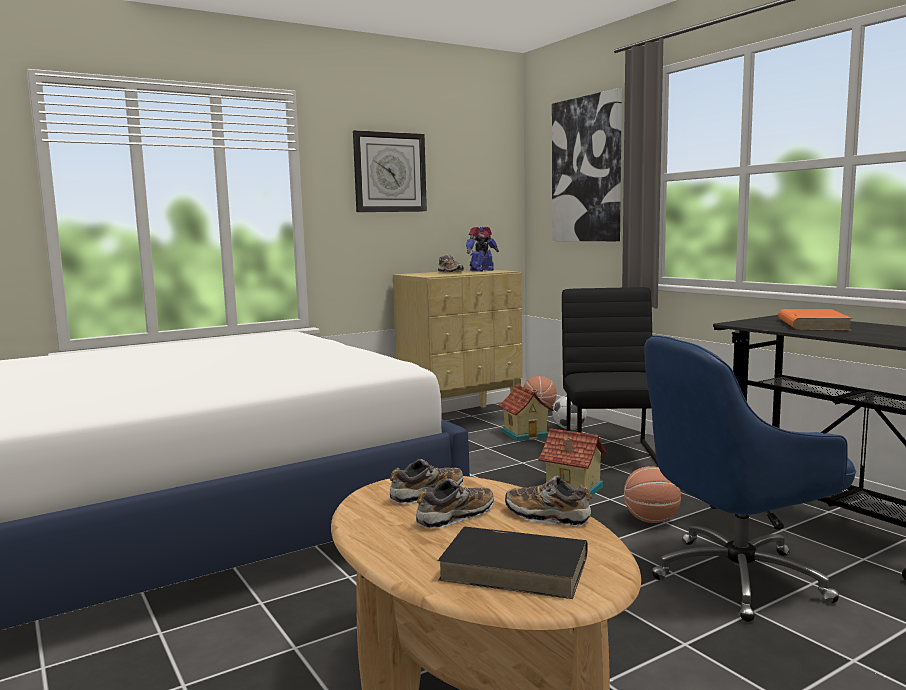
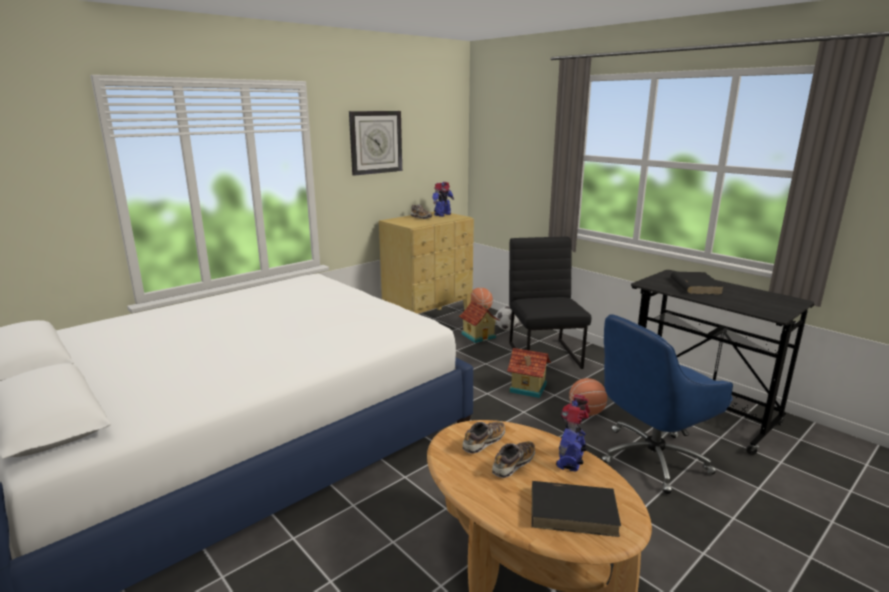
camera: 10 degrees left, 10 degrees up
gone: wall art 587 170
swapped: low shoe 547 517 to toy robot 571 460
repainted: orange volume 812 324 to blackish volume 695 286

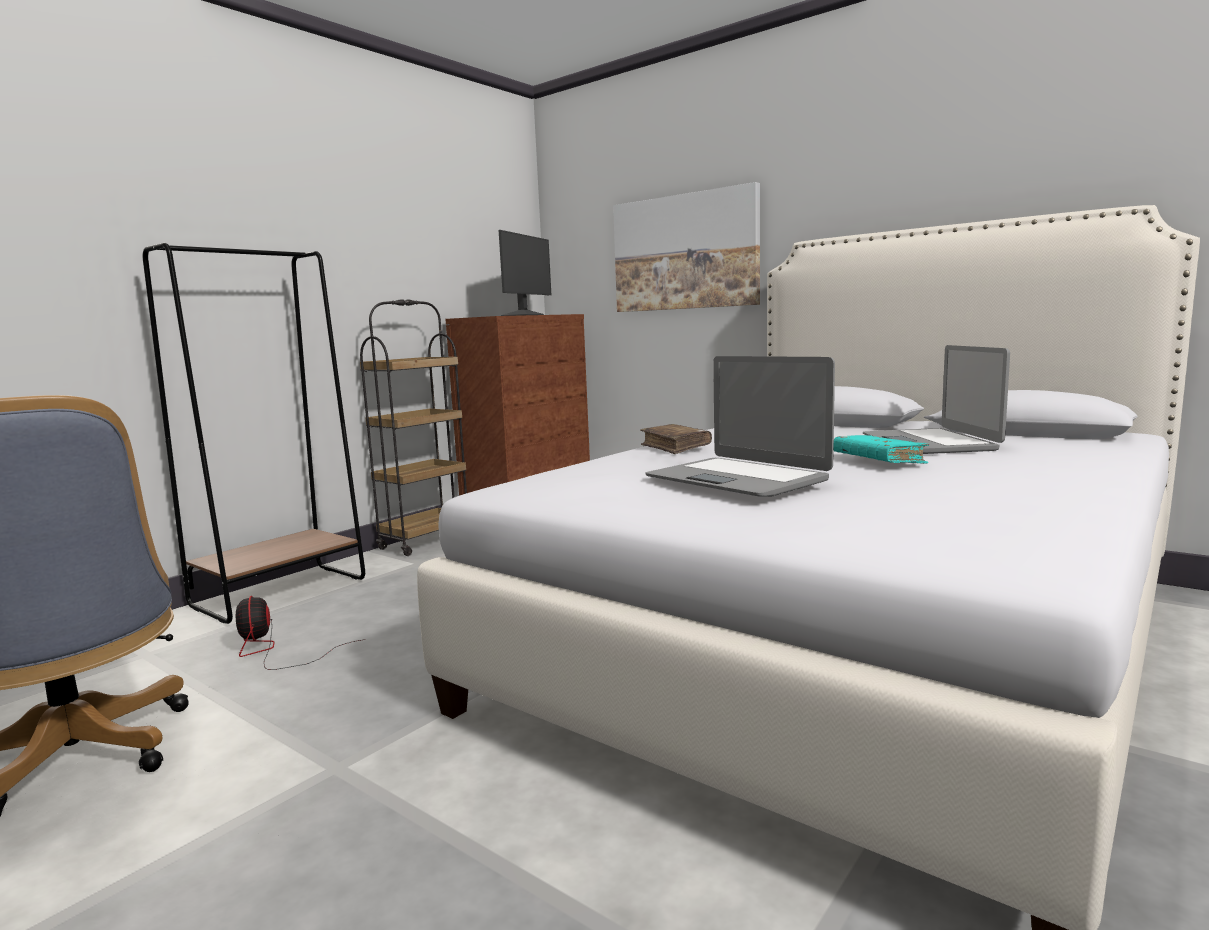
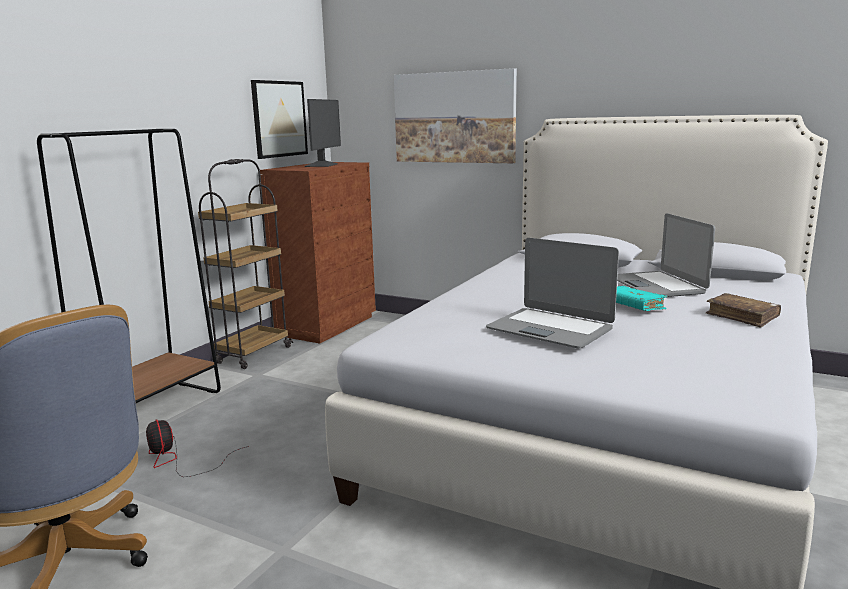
camera: 10 degrees left, 5 degrees up
new: wall art 279 119
shifted: brown-coloured volume 675 447 to 742 317

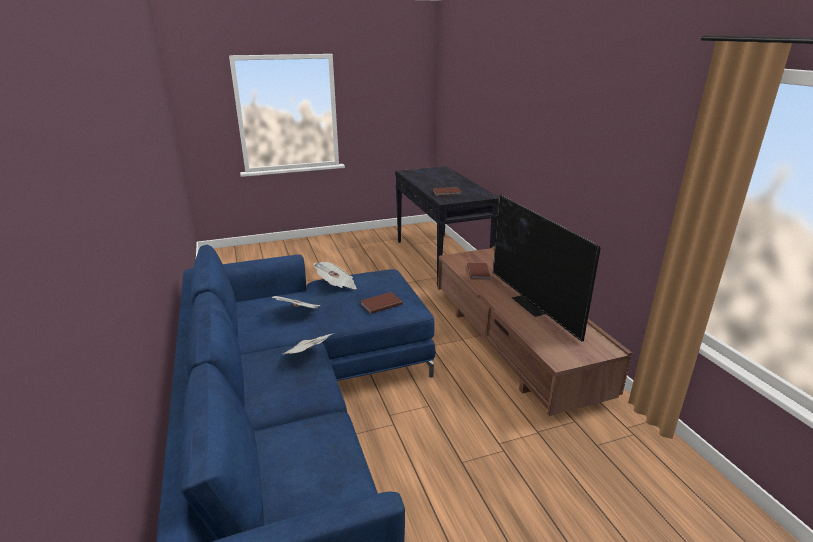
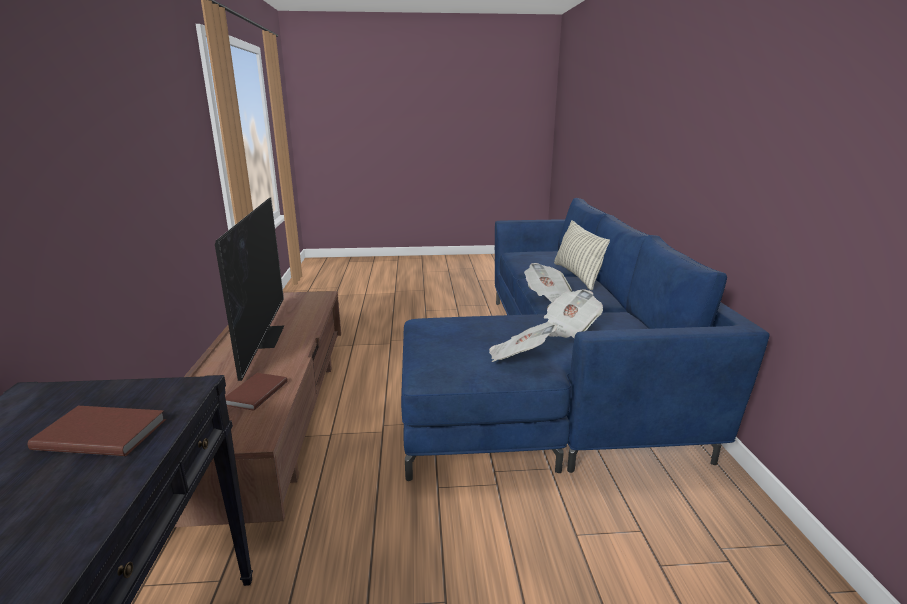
camera: 165 degrees left, 5 degrees down
gone: brown-coloured volume 380 304
new: throw pillow 577 275

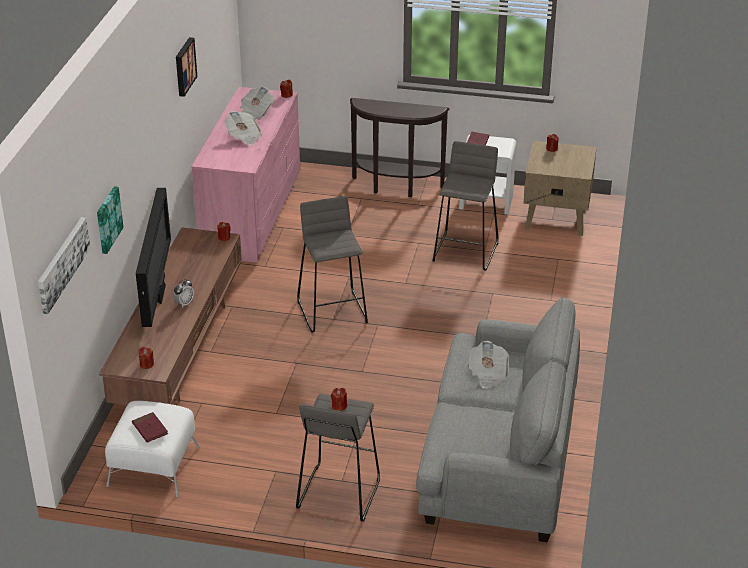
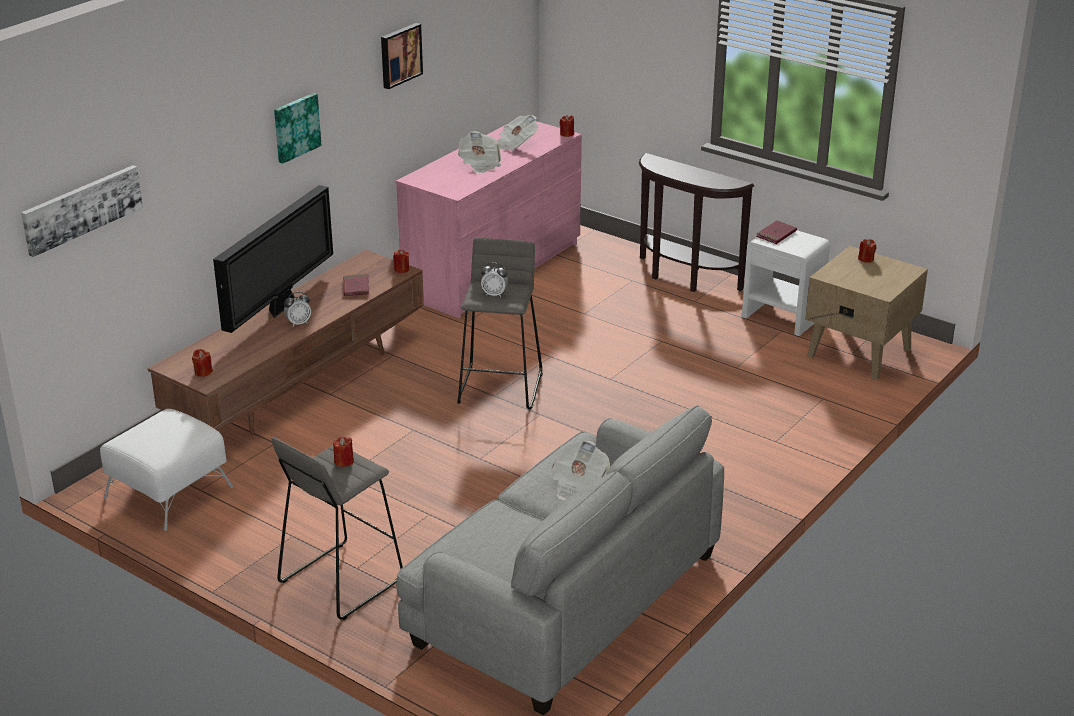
camera: 25 degrees right, 5 degrees down
gone: gray sitting stool 465 252
new: alarm clock 494 294
shifted: wall art 107 219 to 295 127; red volume 150 429 to 356 287

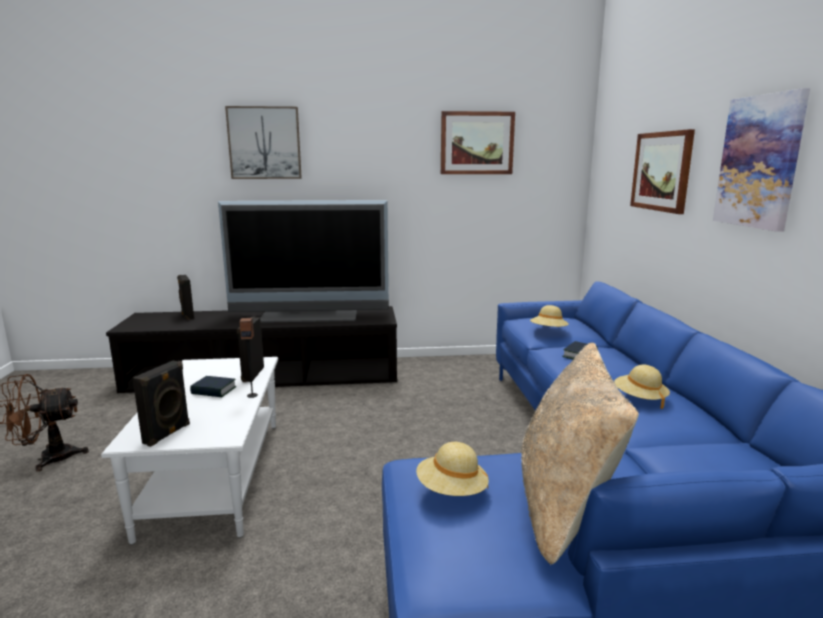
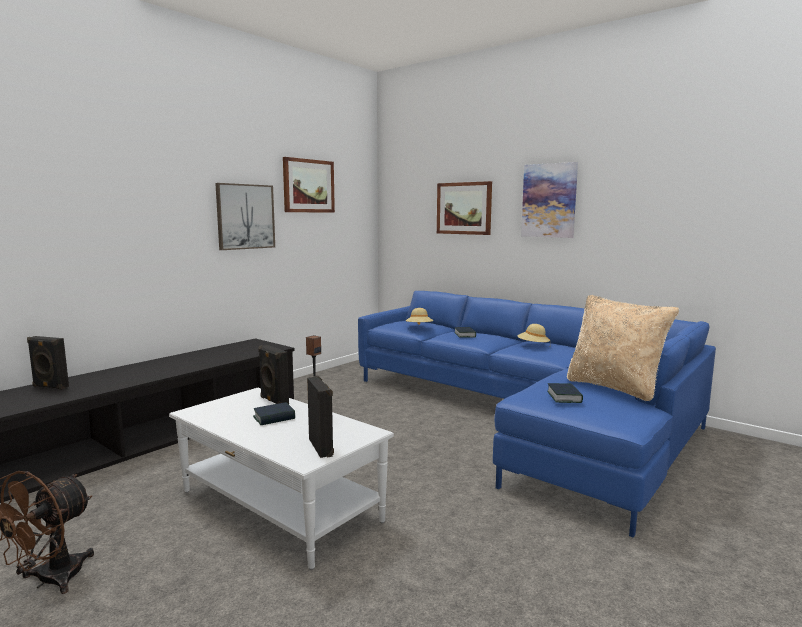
camera: 45 degrees left, 5 degrees down
gone: TV set 309 316
shifted: wall art 264 143 to 245 216
swapped: beige clothing hat 451 491 to volume 564 397

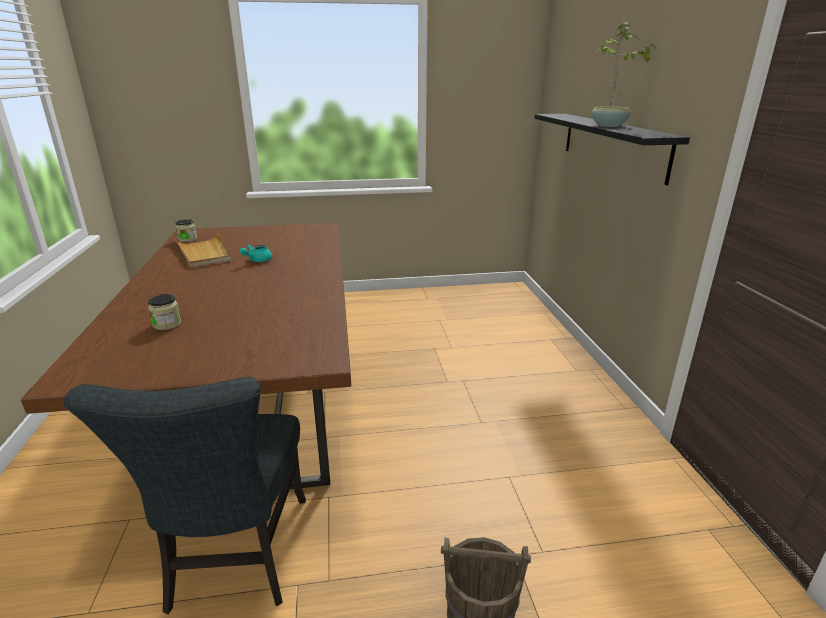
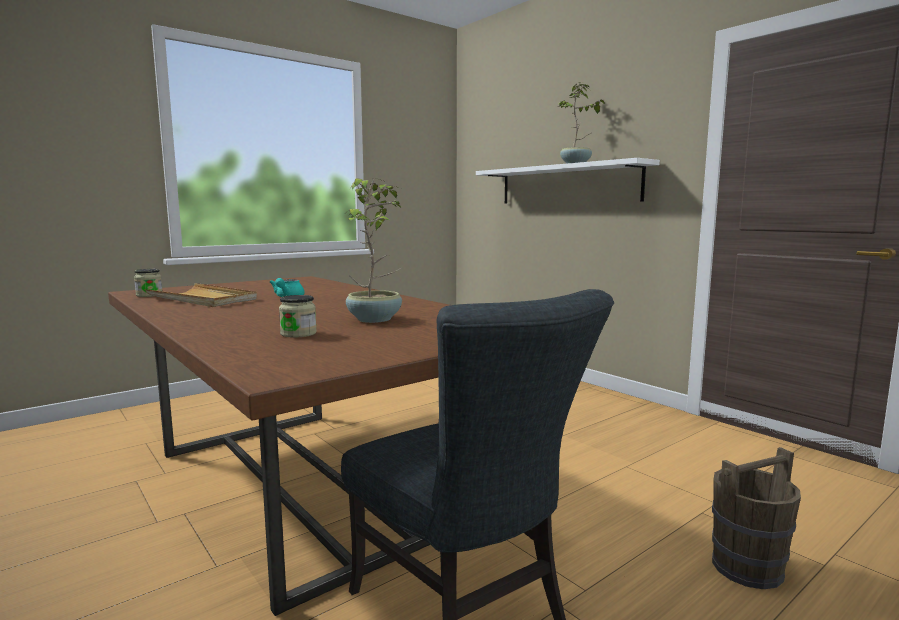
camera: 30 degrees left, 15 degrees down
new: houseplant 376 319
repainted: blackish wall shelf 612 144 to white-coloured wall shelf 566 184

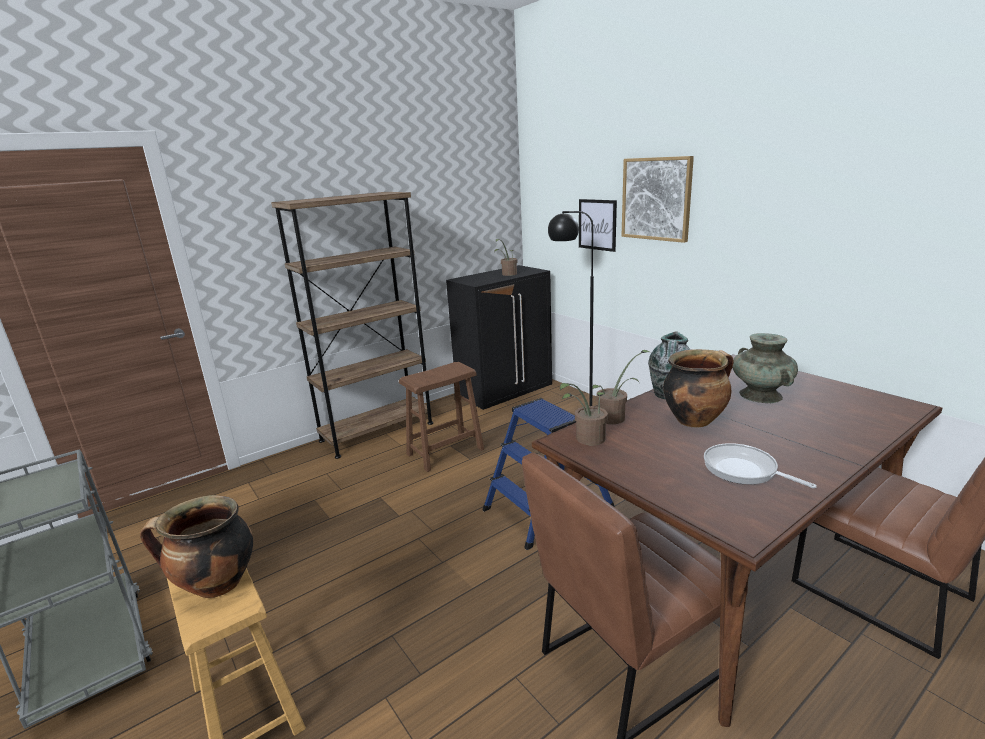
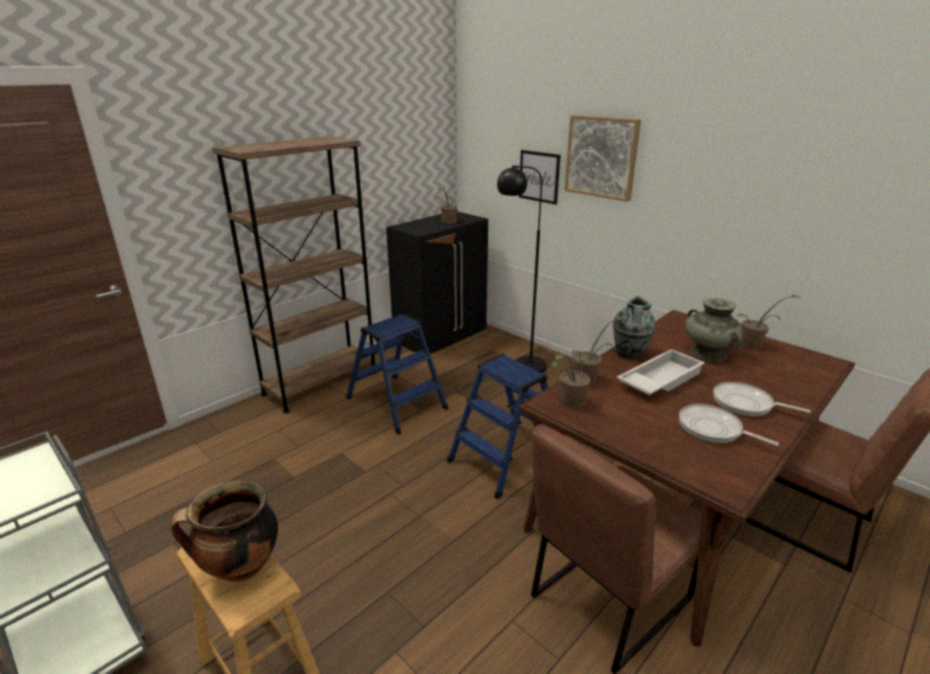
camera: 10 degrees left, 5 degrees up
new: frying pan 746 404; houseplant 754 345
swapped: brown-coloured sitting stool 445 452 to bluish step stool 396 402; stockpot 694 420 to white-coloured carrying tray 659 379

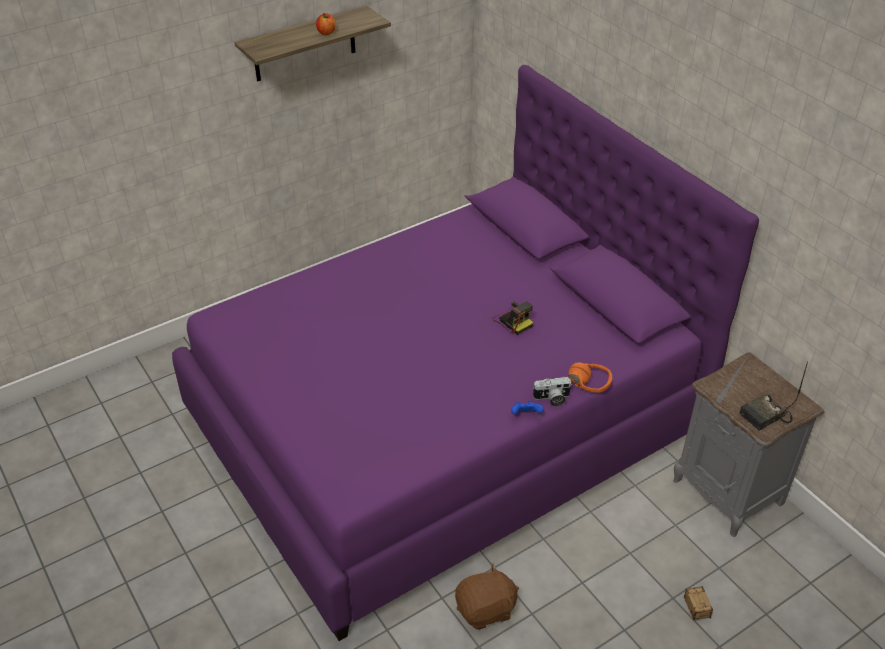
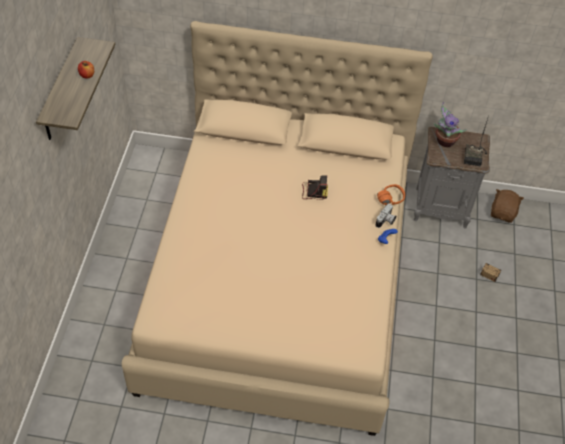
camera: 50 degrees left, 10 degrees up
new: houseplant 444 141
shifted: brown-coloured cuddly toy 486 610 to 503 213
repainted: purplish sleeping bed 443 424 to beige sleeping bed 279 280

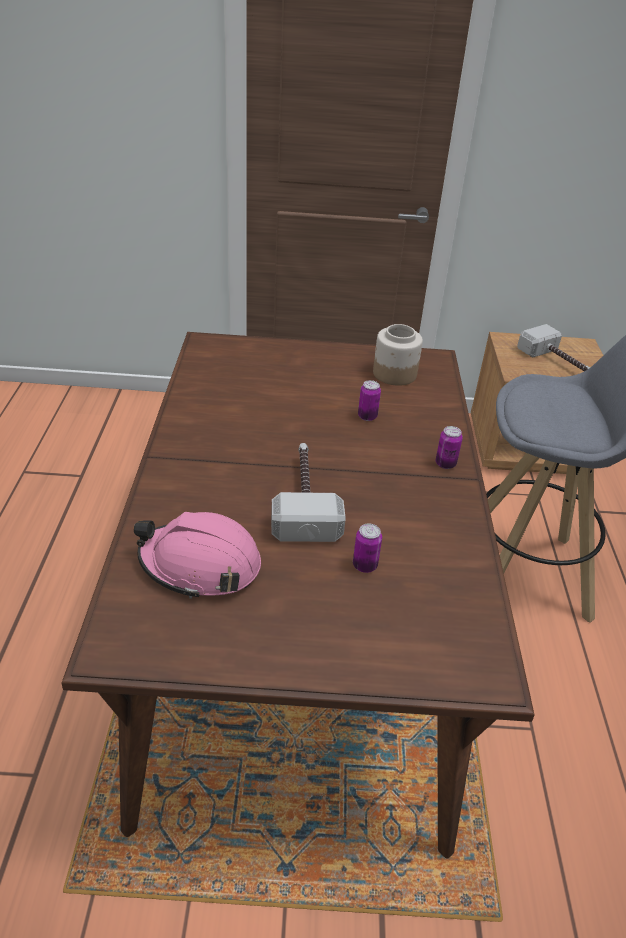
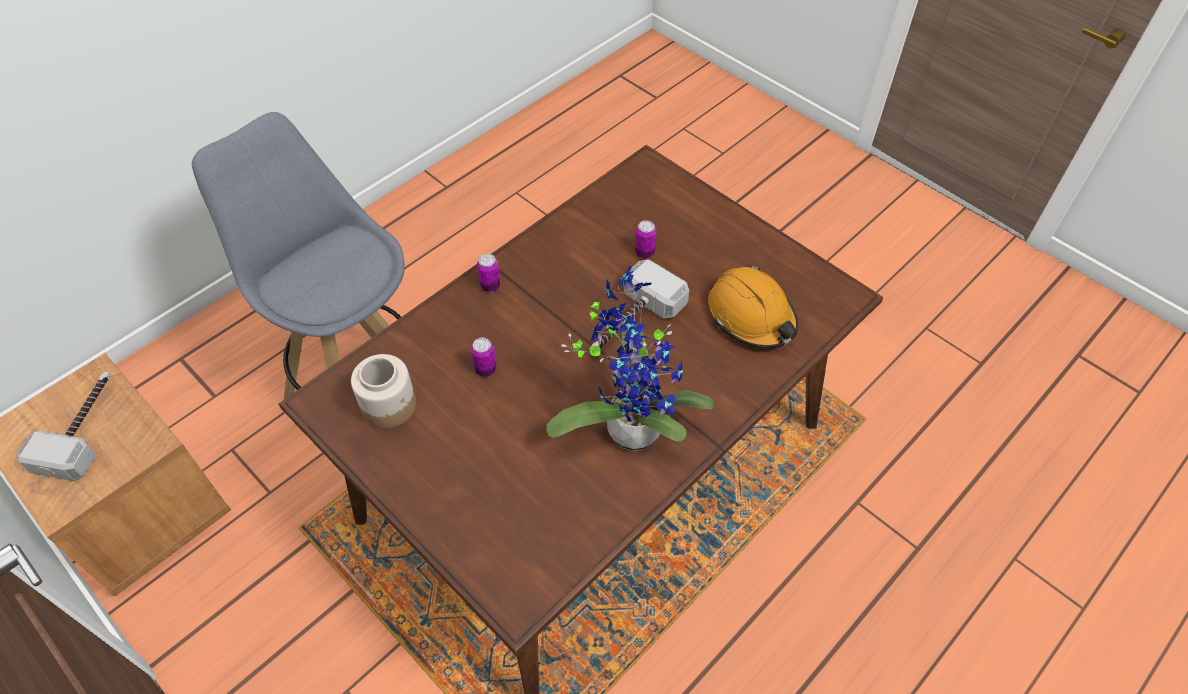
camera: 135 degrees left, 15 degrees up
new: houseplant 630 425
repainted: pinkish hard hat 200 565 to orange hard hat 751 316

